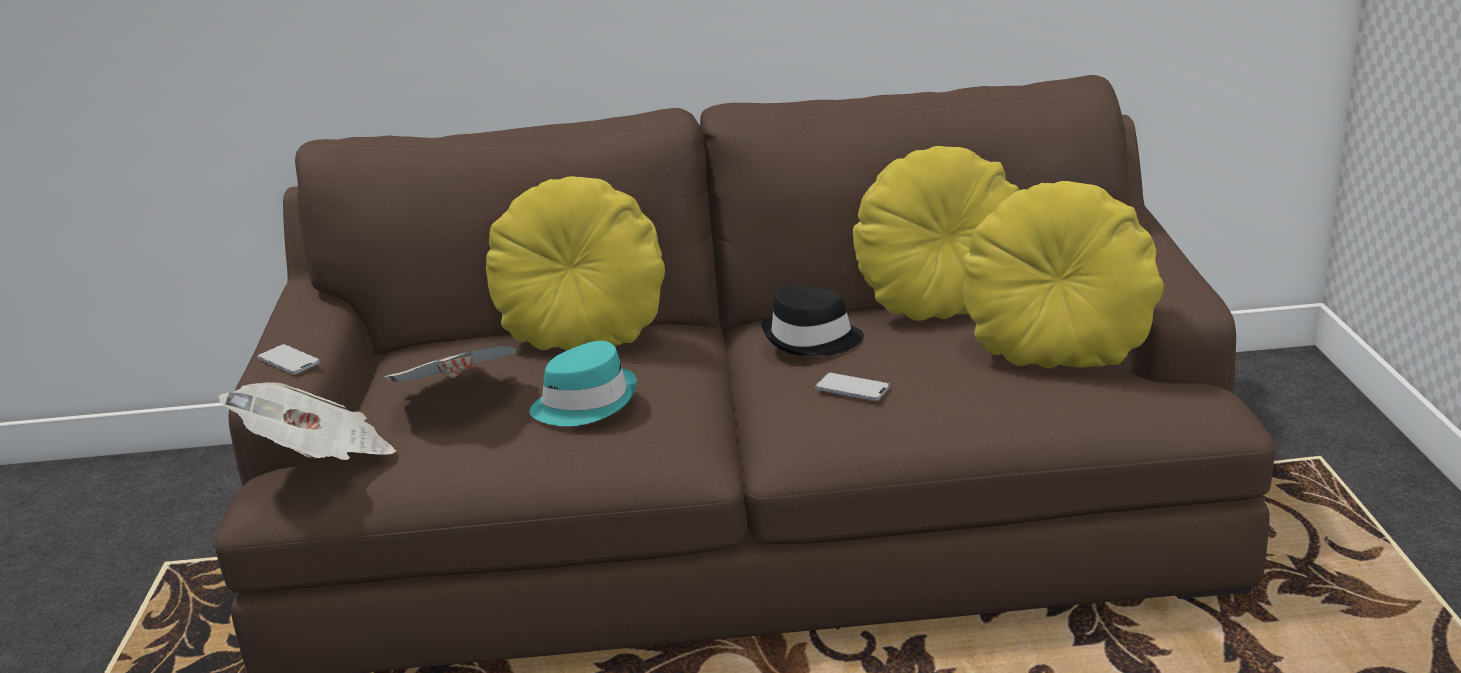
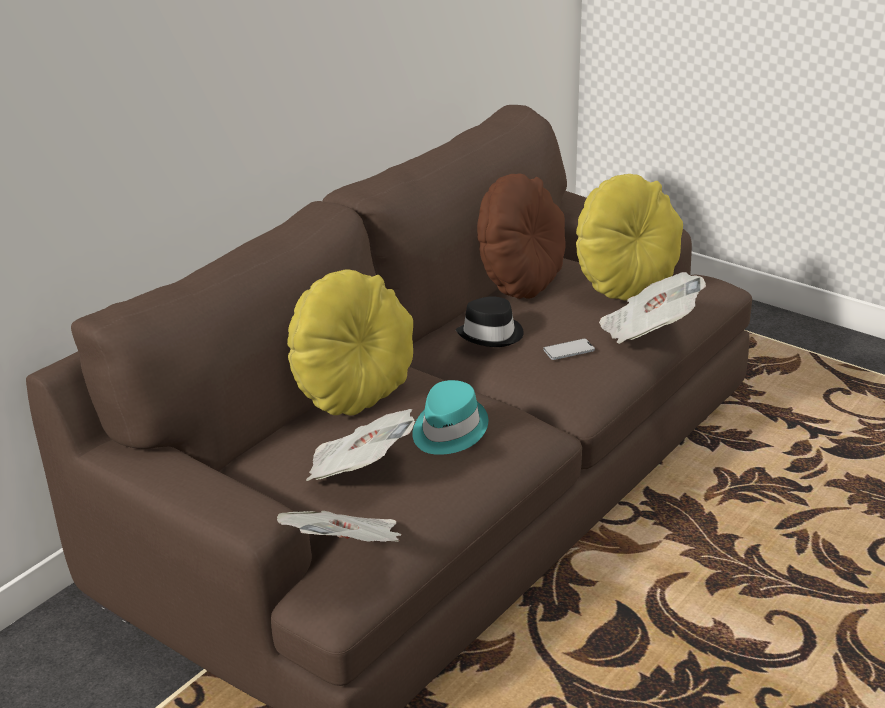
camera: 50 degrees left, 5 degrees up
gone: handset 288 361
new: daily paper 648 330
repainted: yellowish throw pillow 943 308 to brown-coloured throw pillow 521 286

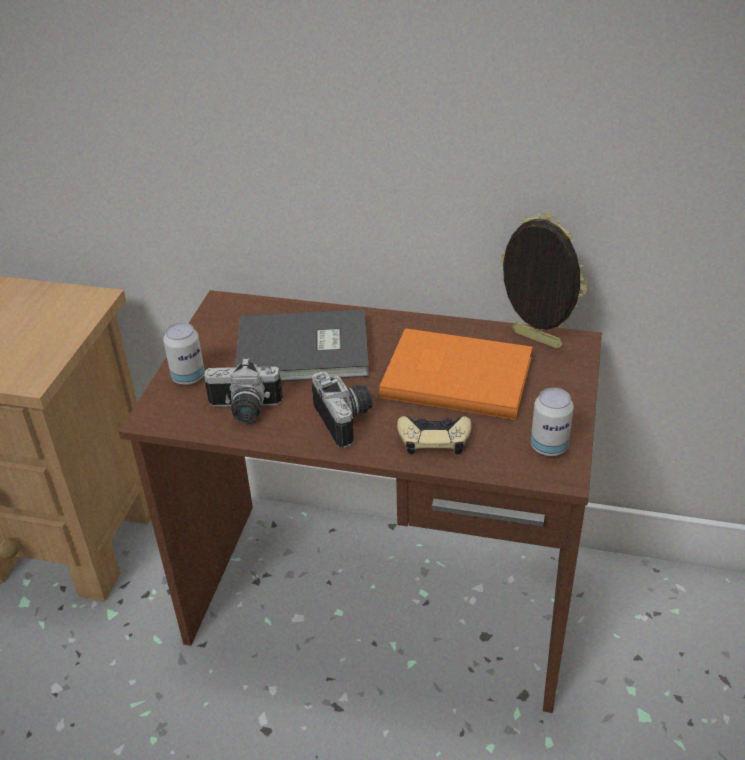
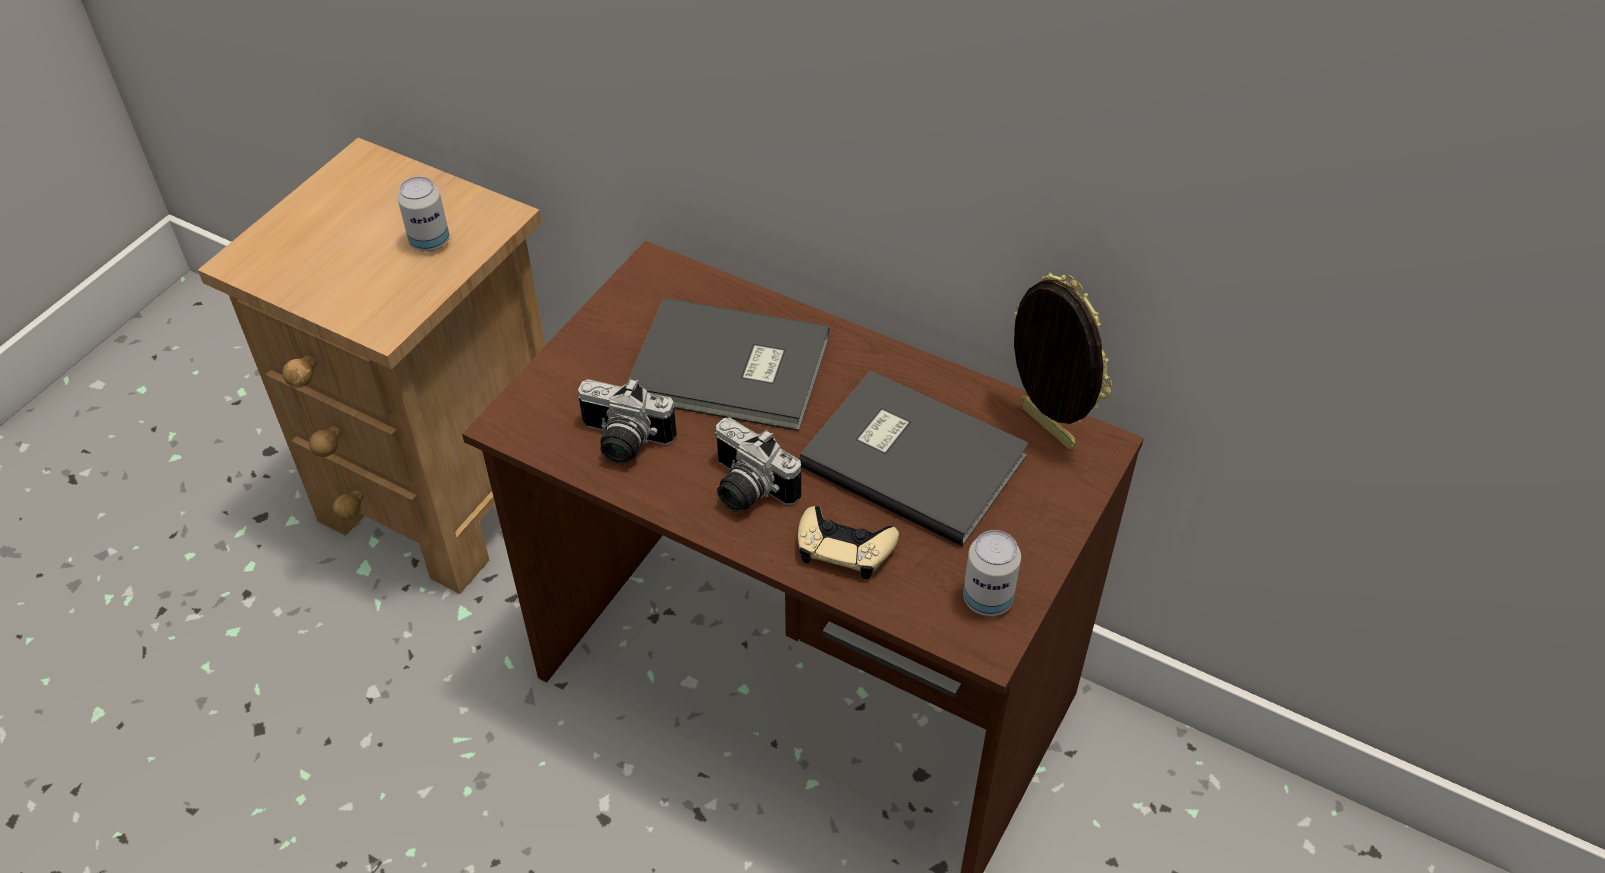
camera: 15 degrees right, 10 degrees up
shifted: metal can 188 377 to 430 242
repainted: orange volume 455 375 to gray volume 913 457
rotated: still camera 347 419 = 746 490 135 degrees clockwise

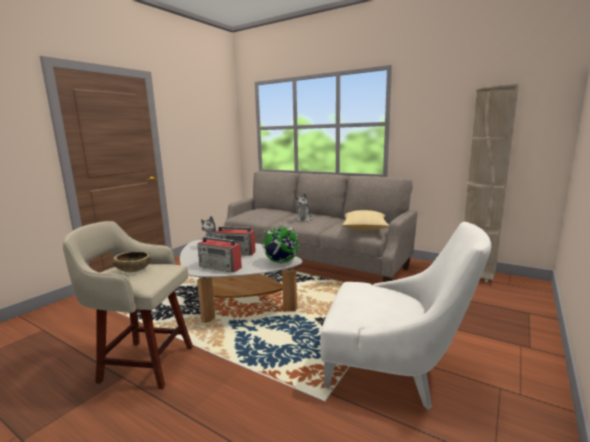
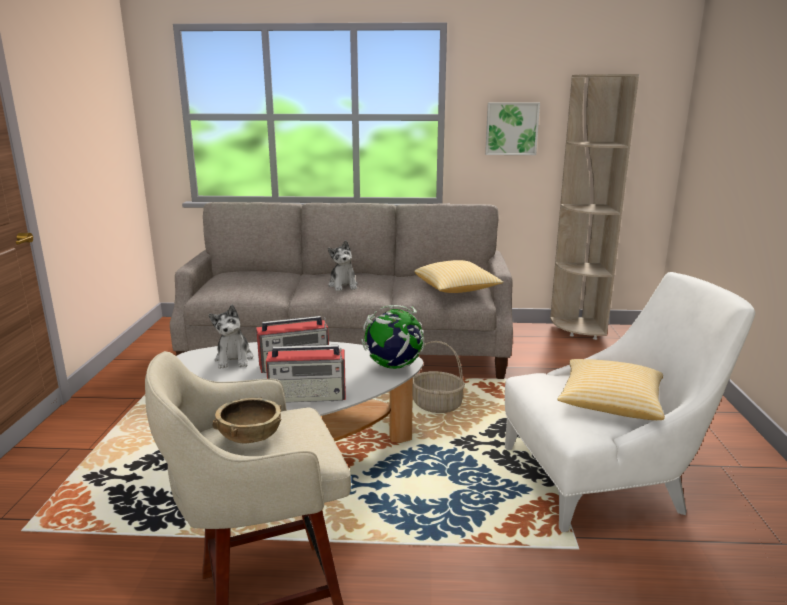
camera: 30 degrees left, 5 degrees up
new: storage basket 436 405; wall art 511 128; throw pillow 610 404

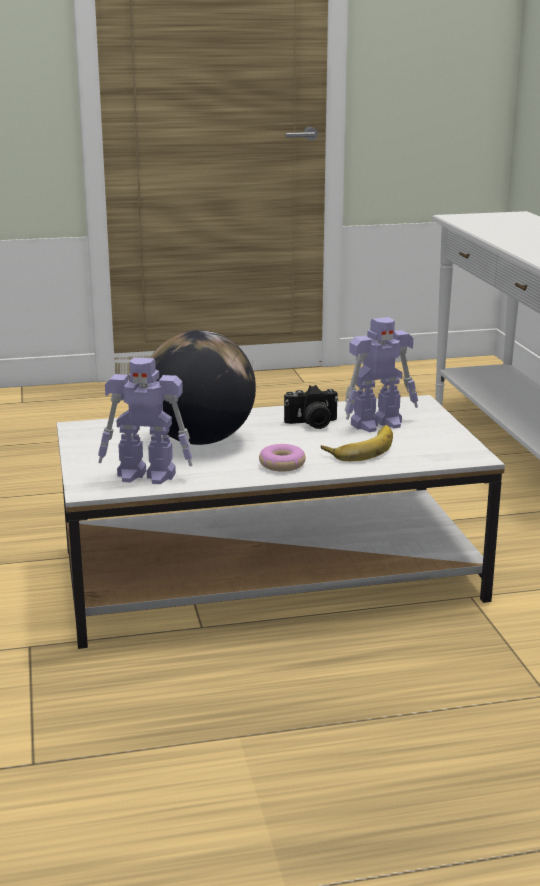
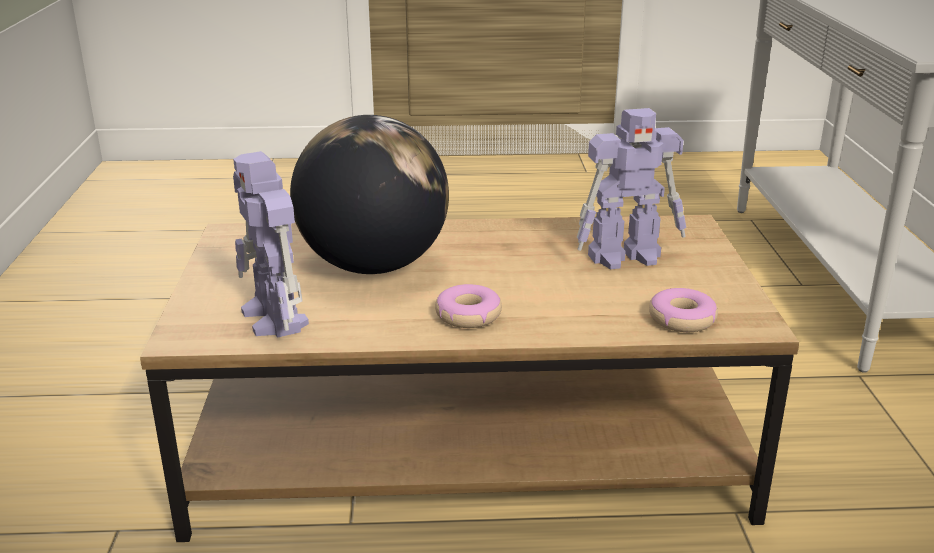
camera: 10 degrees right, 5 degrees up
gone: still camera 312 424; whole banana 360 448
new: ring doughnut 682 319
repainted: white-coloured low table 269 574 to brown-coloured low table 467 443
rotated: toy robot 147 475 = 275 319 45 degrees clockwise

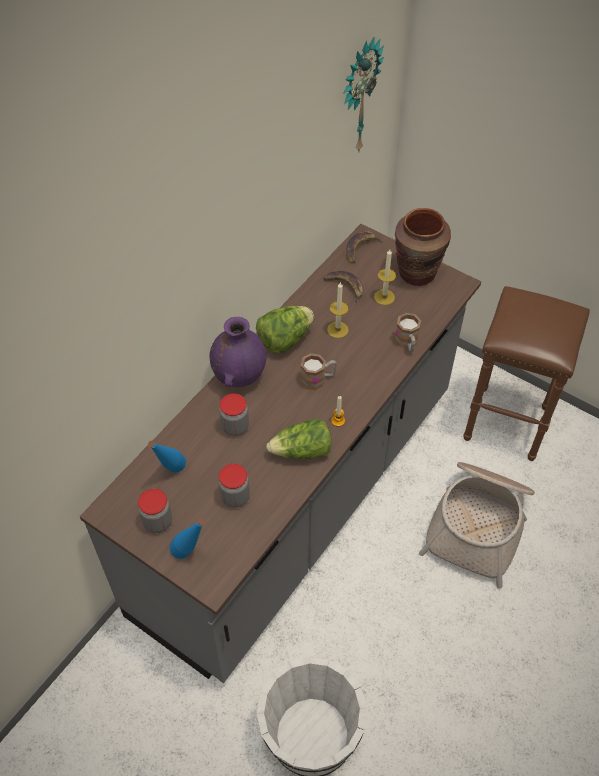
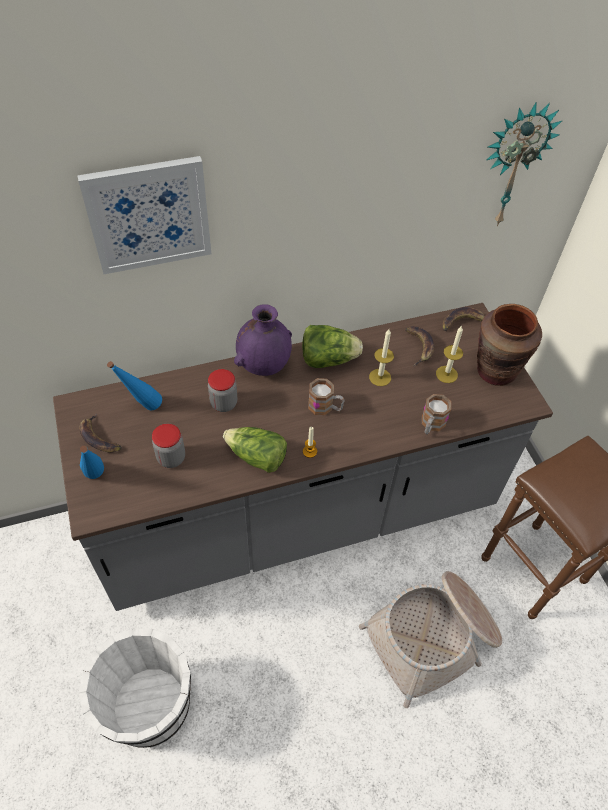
camera: 35 degrees right, 0 degrees up
new: wall art 148 215
swapped: preserve jar 158 522 to whole banana 99 438

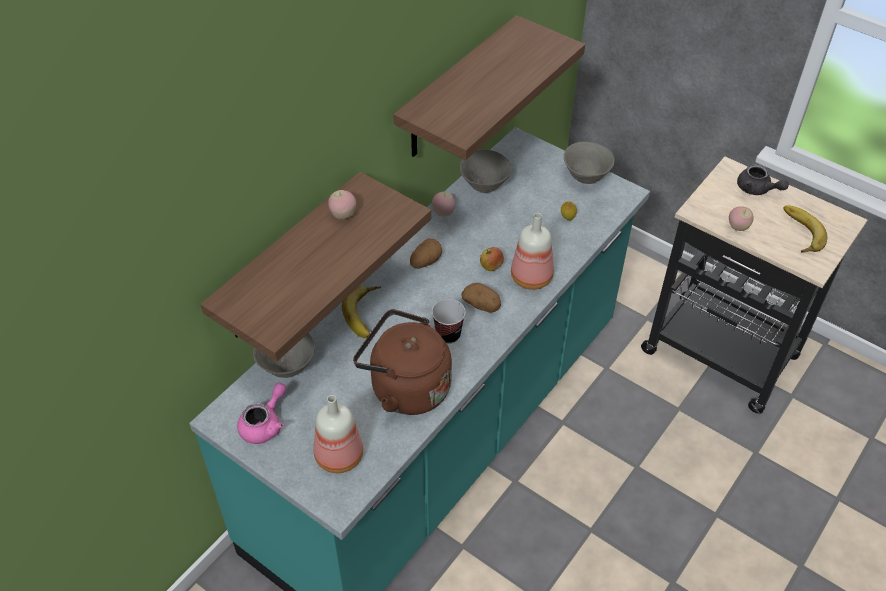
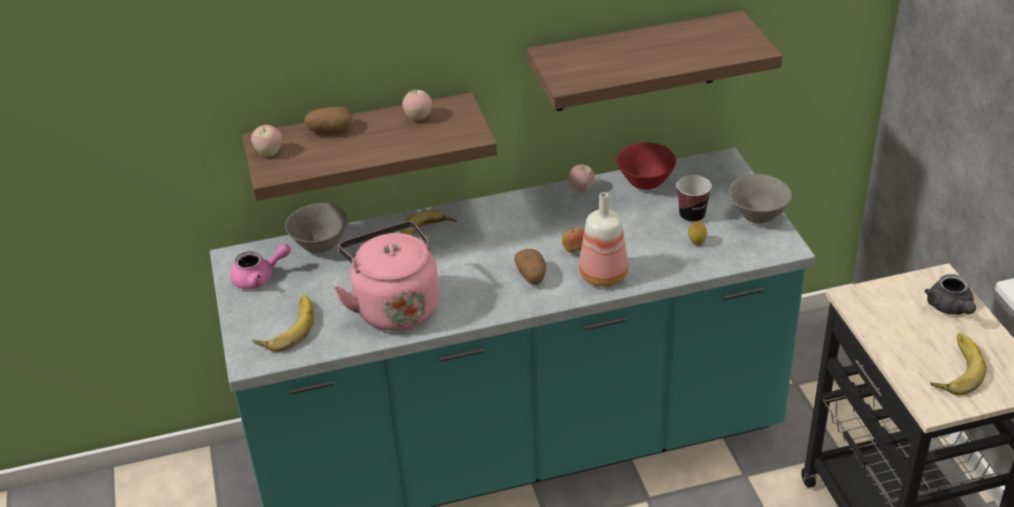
camera: 40 degrees right, 10 degrees down
shifted: whole potato 425 261 to 330 131; small cup 448 335 to 692 216; whole apple 737 227 to 269 153
swapped: beverage bottle 337 455 to whole banana 286 327
repainted: brown-coloured kettle 405 387 to pinkish kettle 394 306; gray serving bowl 485 186 to red serving bowl 645 184

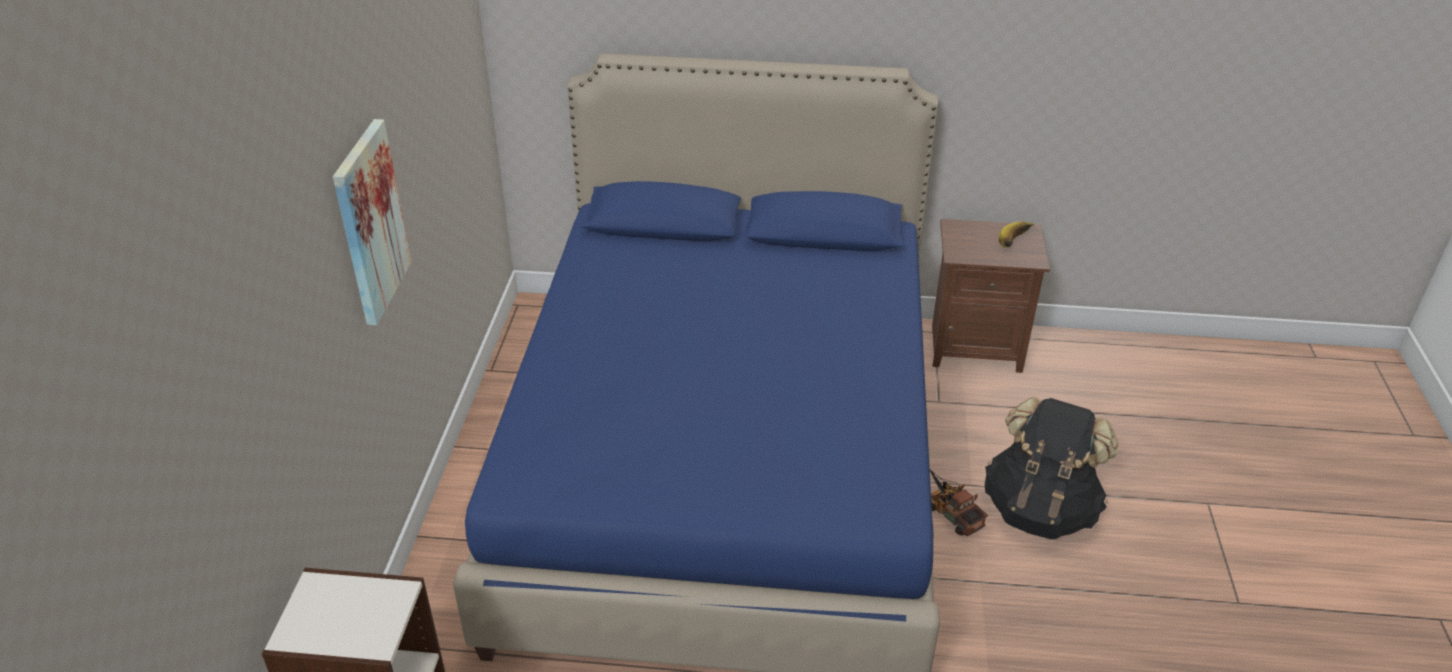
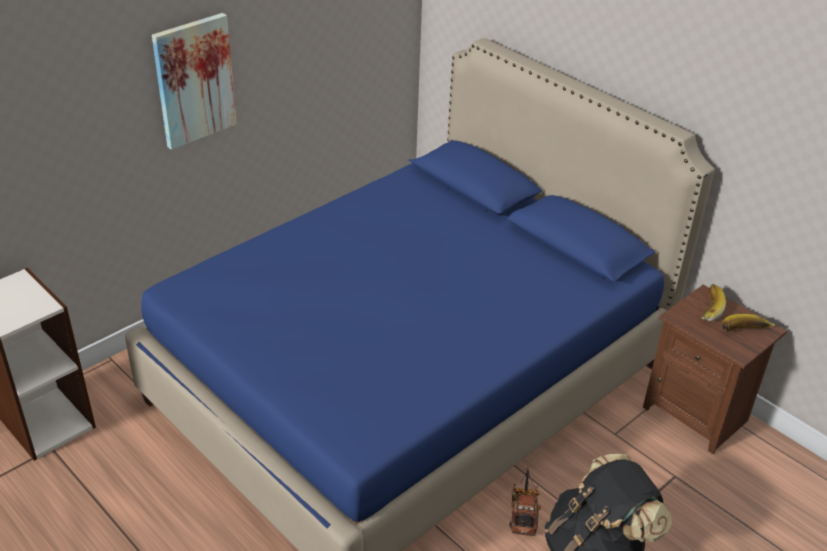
camera: 40 degrees right, 0 degrees up
new: whole banana 707 309

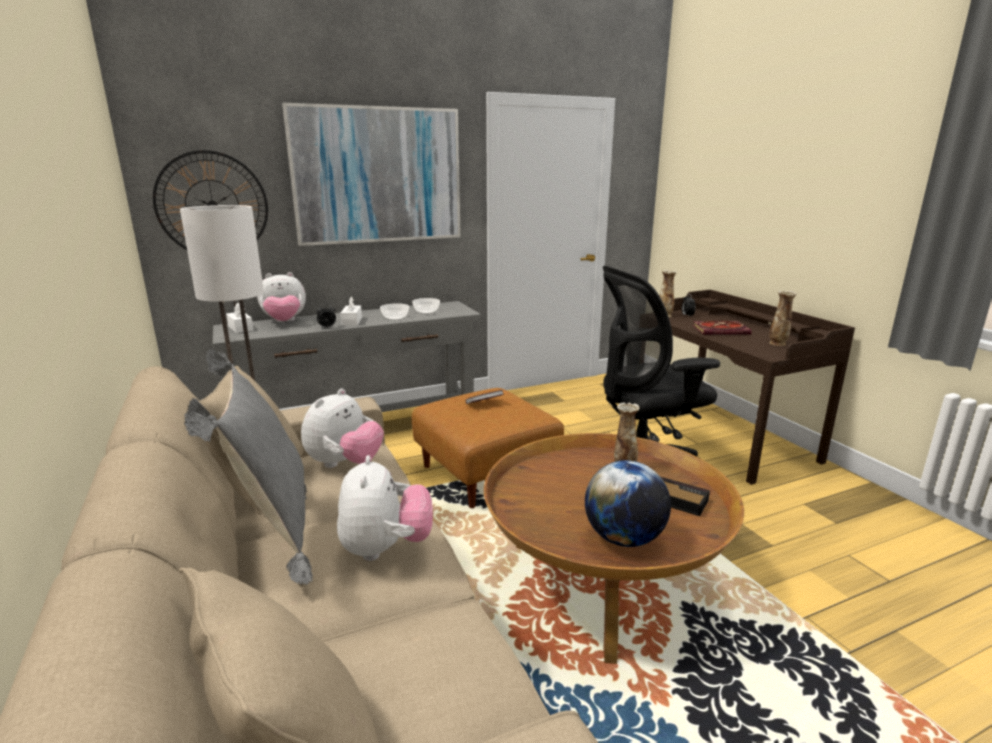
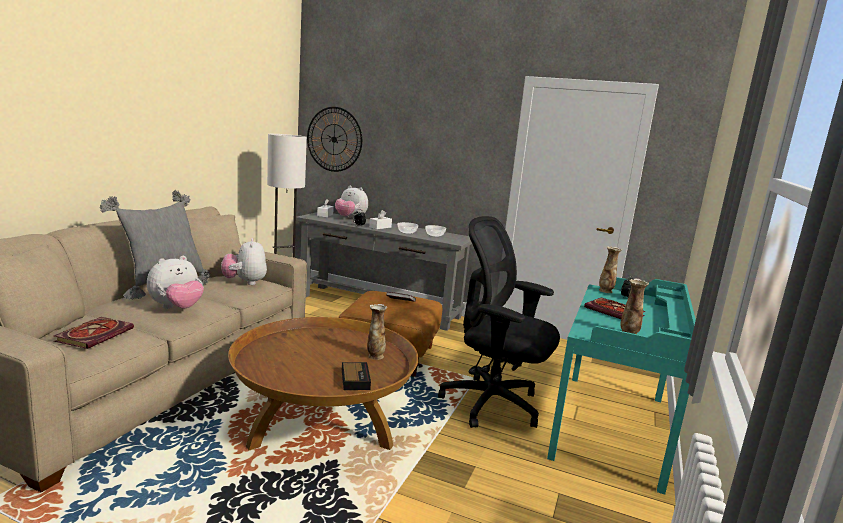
camera: 45 degrees right, 5 degrees down
gone: wall art 377 175; globe 624 538
new: volume 95 334
repainted: brown-coloured desk unit 720 435 to blue-green desk unit 612 426
rotated: cuddly toy 345 464 = 245 282 90 degrees clockwise

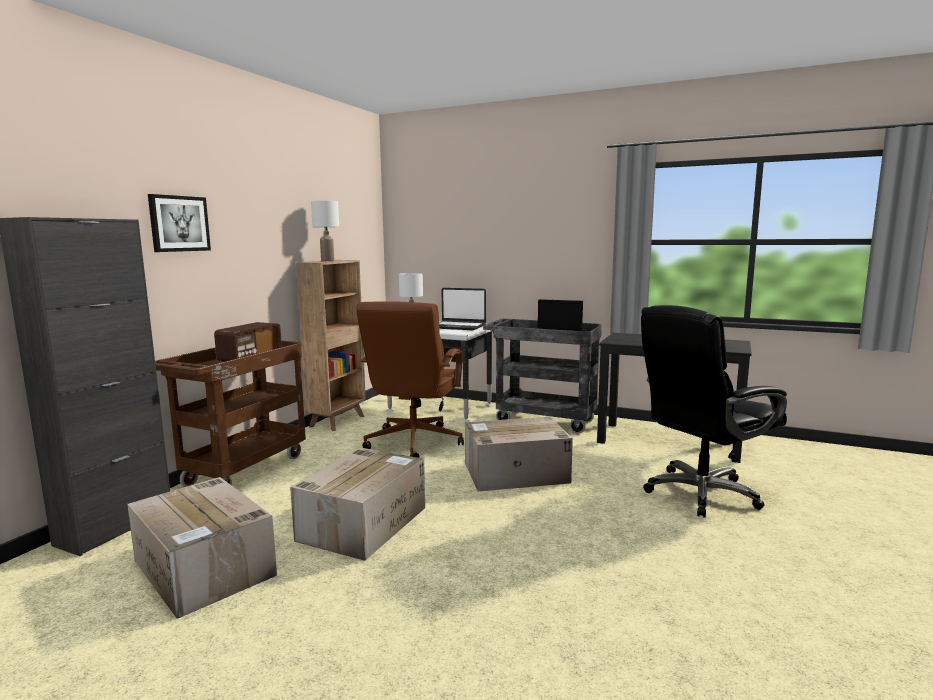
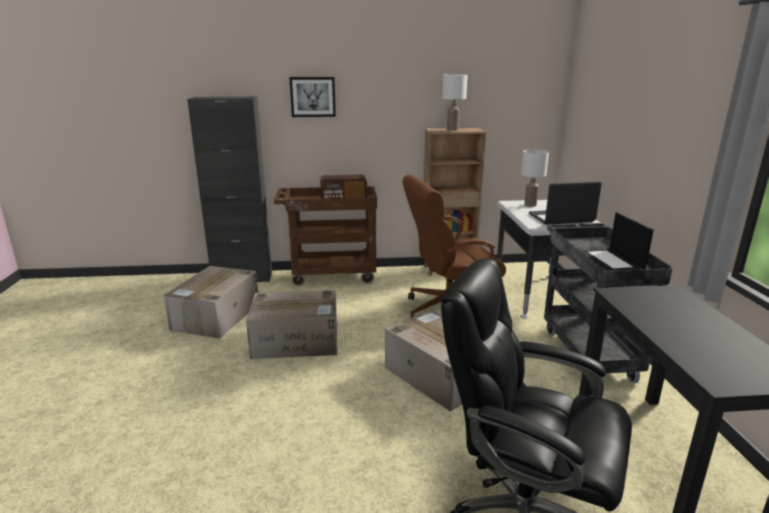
camera: 60 degrees right, 10 degrees up
rotated: portable computer 458 326 = 561 218 90 degrees clockwise

